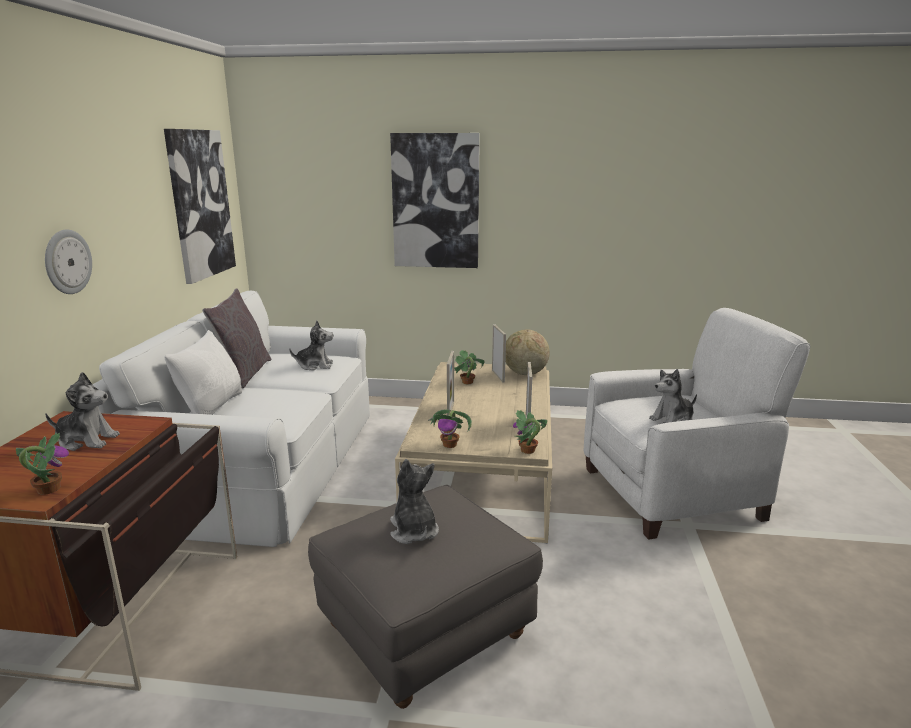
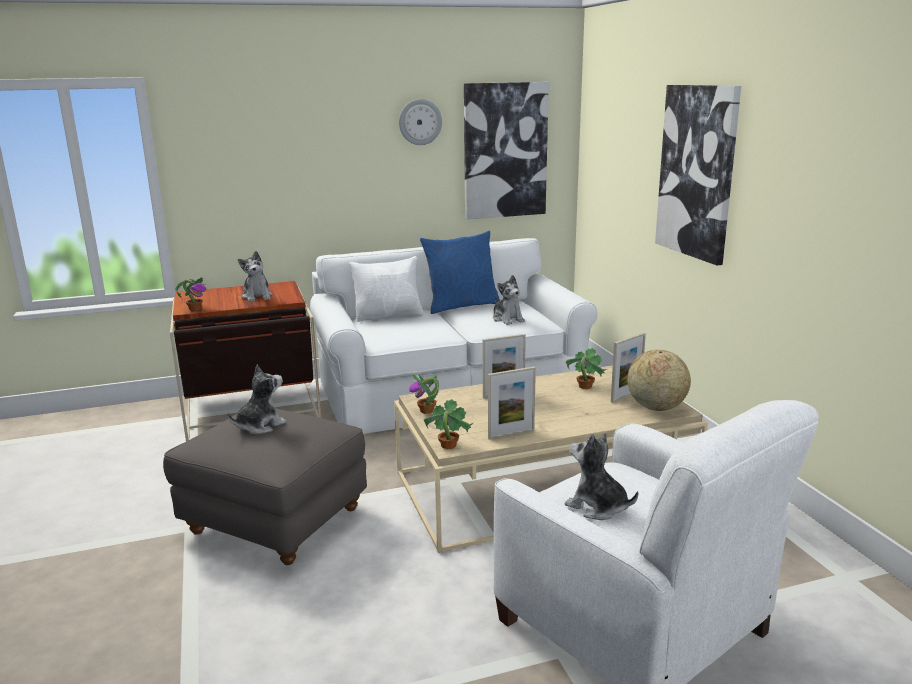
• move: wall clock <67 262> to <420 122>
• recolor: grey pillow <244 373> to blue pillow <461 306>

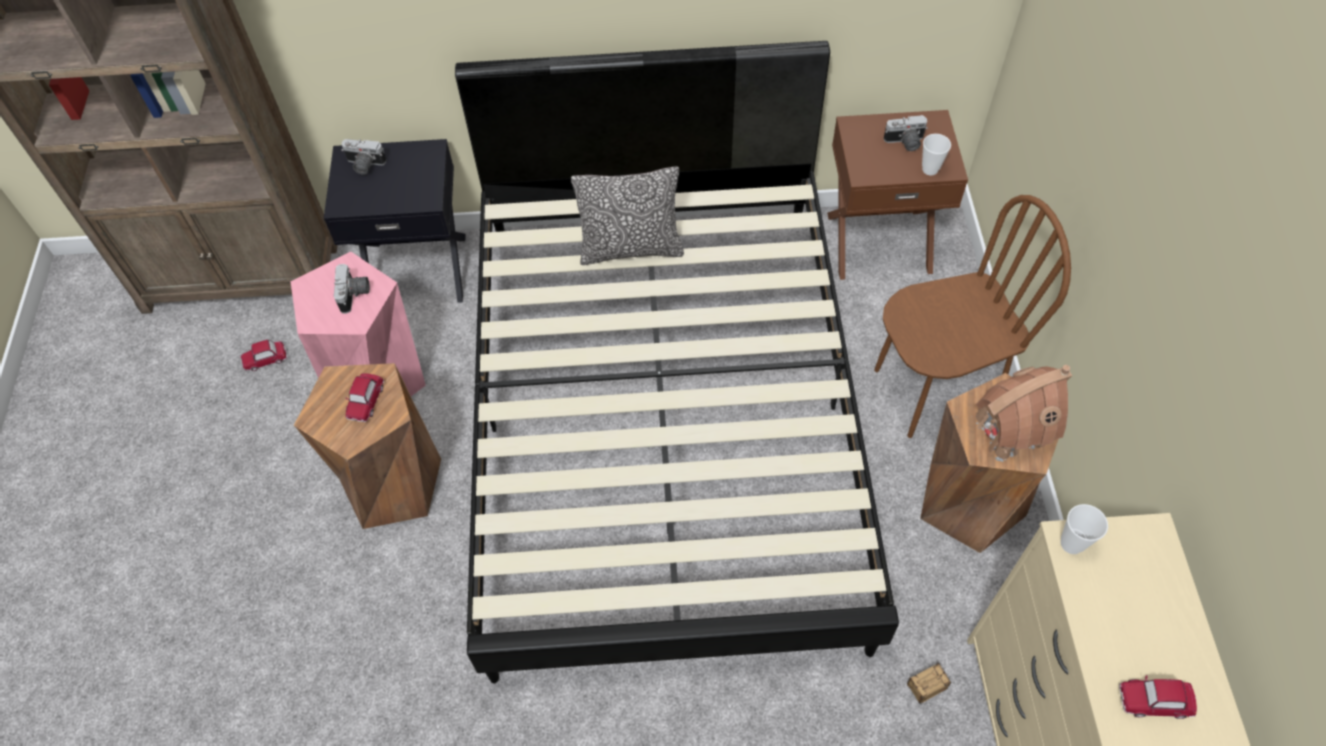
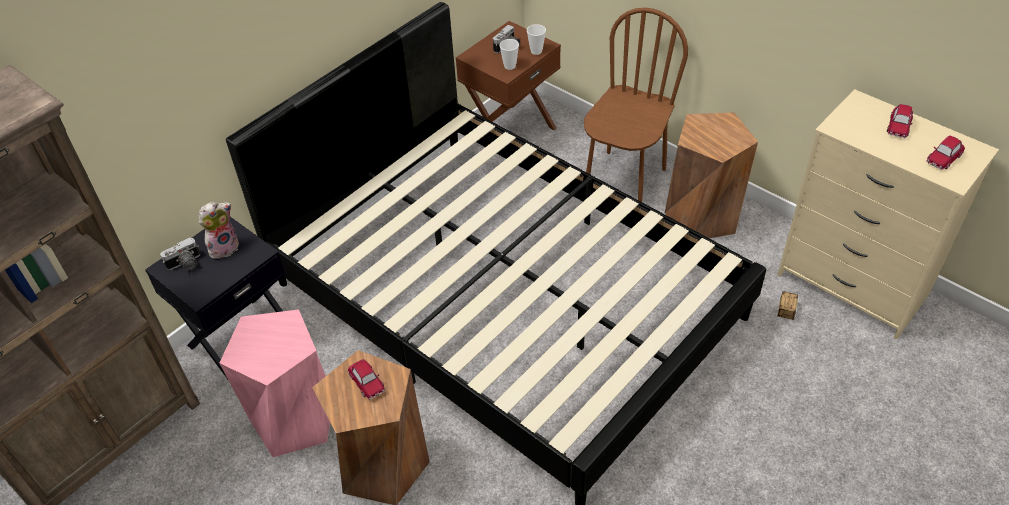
• insert: plush toy <224 247>
• move: cup <1071 543> to <510 66>
• move: toy car <265 359> to <898 126>
• delete: photo camera <355 295>
• delete: pillow <631 248>
• delete: toy house <1010 429>

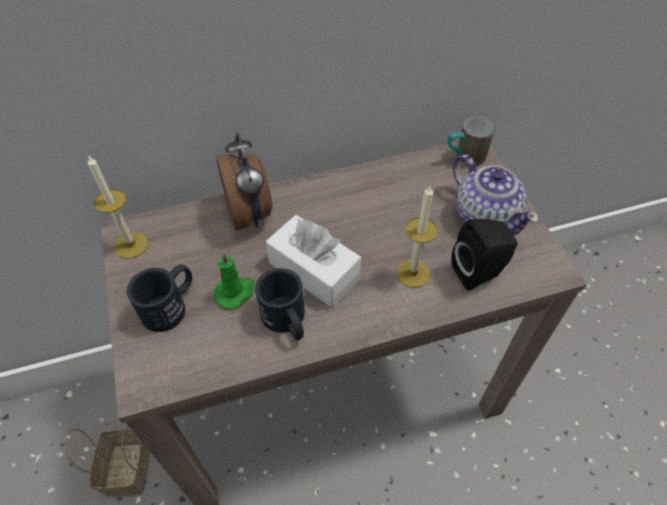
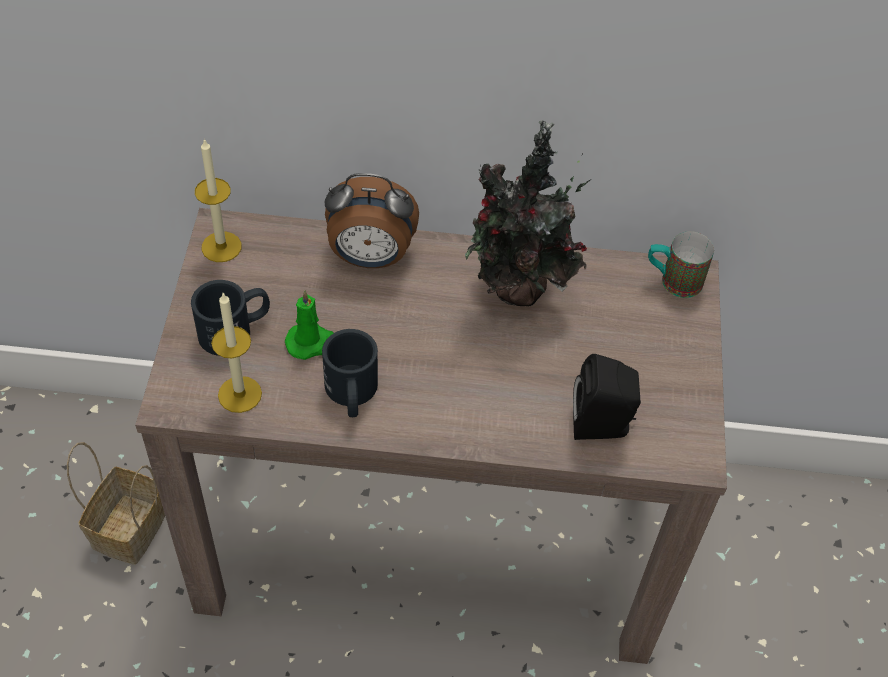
• move: candle <413 273> to <240 394>
• rotate: alarm clock <250 214> = <370 258> 90 degrees clockwise
• insert: potted plant <517 292>
• delete: white tissue box <314 270>
• delete: teapot <485 216>

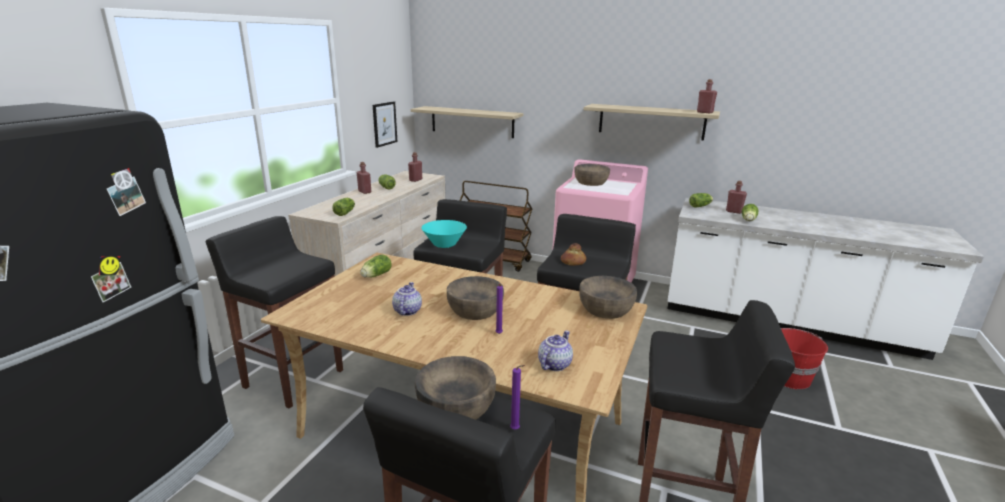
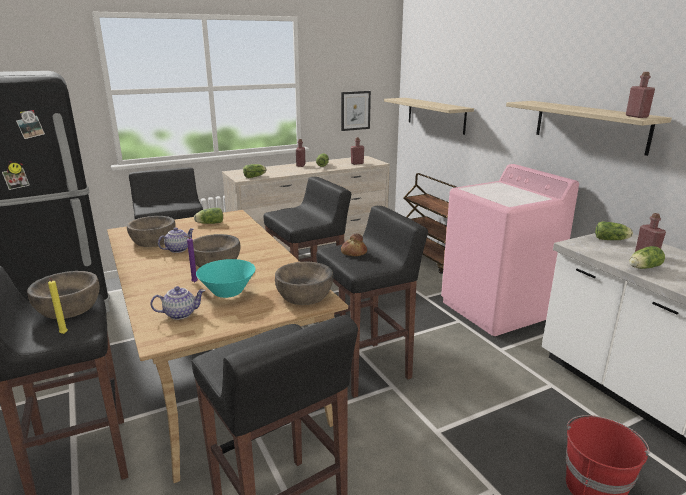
• recolor: purple candle <516 430> to yellow candle <63 334>
• move: brown bowl <591 182> to <153 241>
• move: turquoise bowl <444 244> to <228 292>

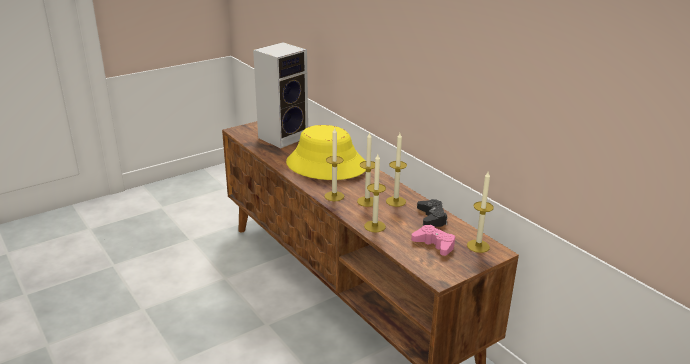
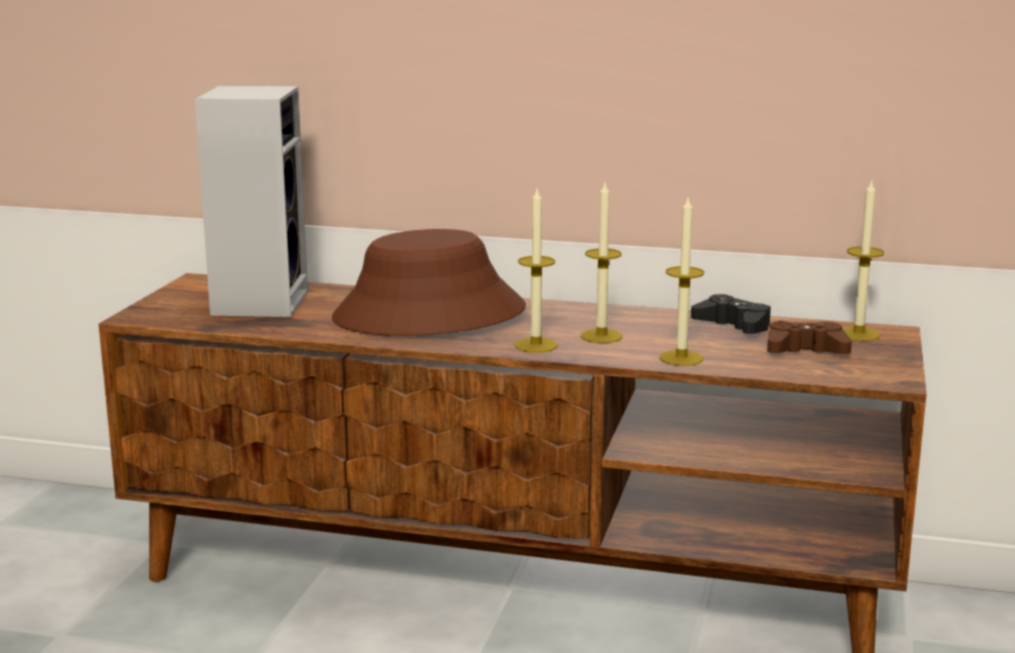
• recolor: yellow hat <326 165> to brown hat <429 315>
• recolor: pink game controller <434 244> to brown game controller <805 350>
• delete: candle <396 201>

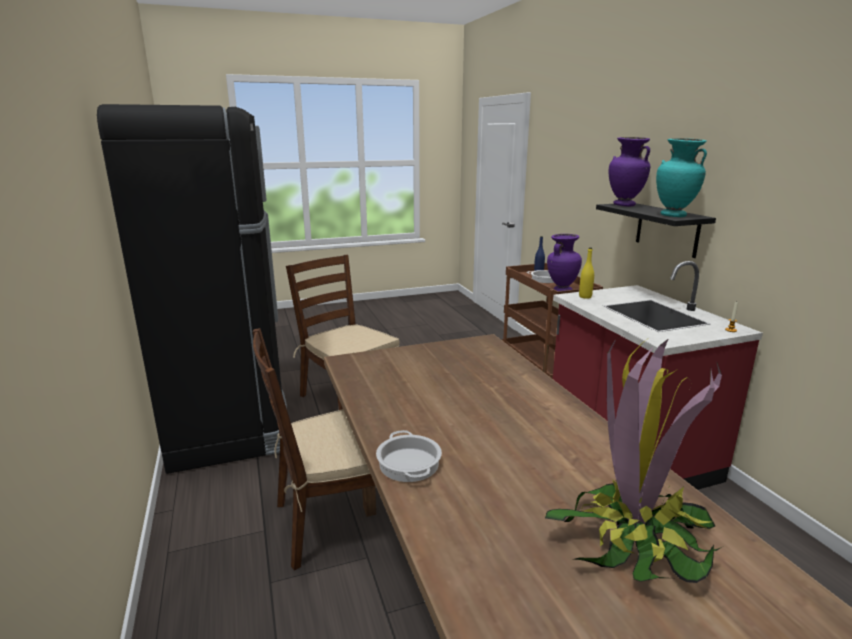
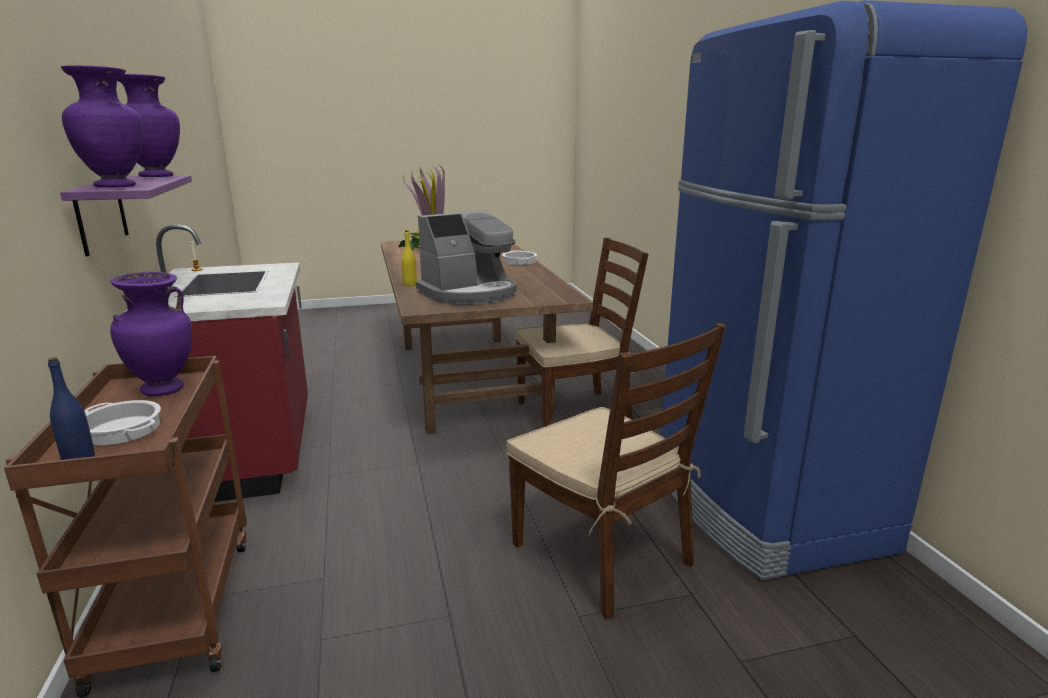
• recolor: black shelf <667 229> to purple shelf <101 214>
• recolor: turquoise vase <673 215> to purple vase <157 177>
• move: yellow bottle <585 296> to <409 284>
• insert: coffee machine <469 293>
• recolor: black fridge <229 426> to blue fridge <763 506>

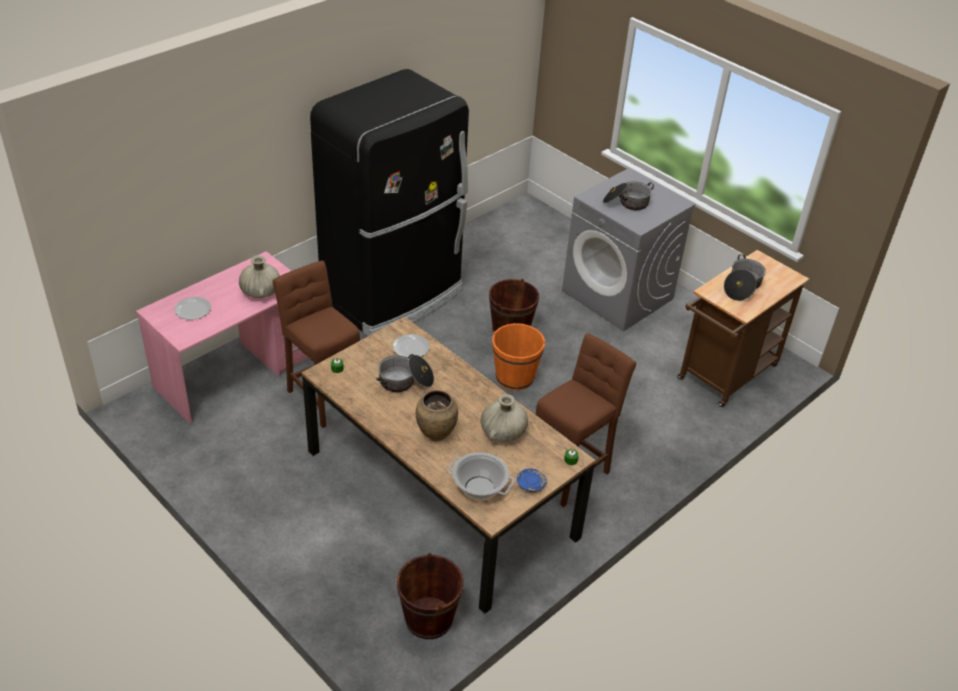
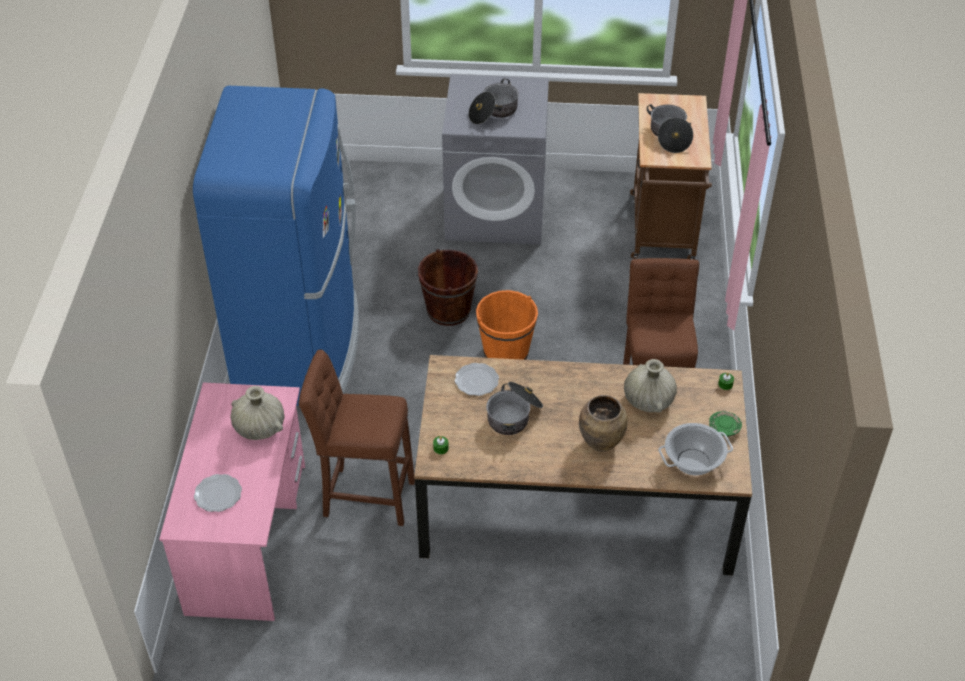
• recolor: black fridge <394 296> to blue fridge <300 349>
• recolor: blue plate <531 484> to green plate <724 428>
• delete: brown bucket <428 619>

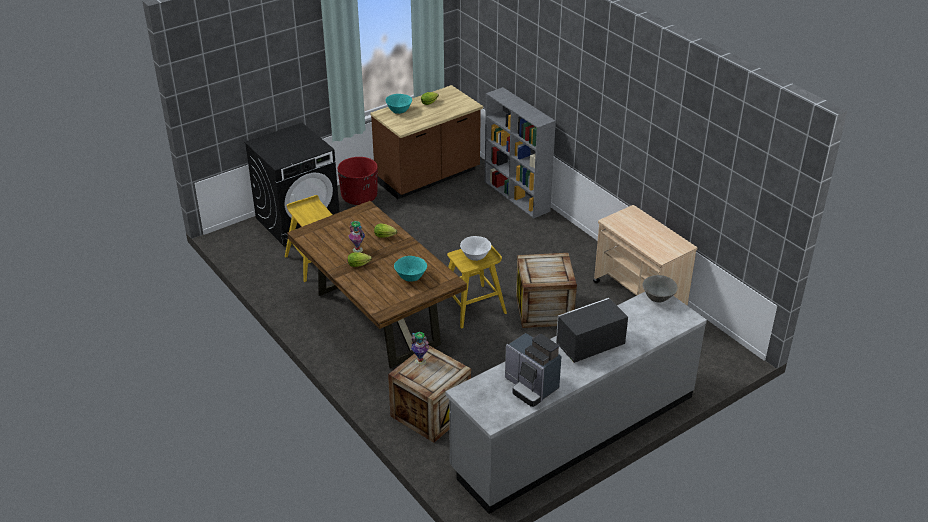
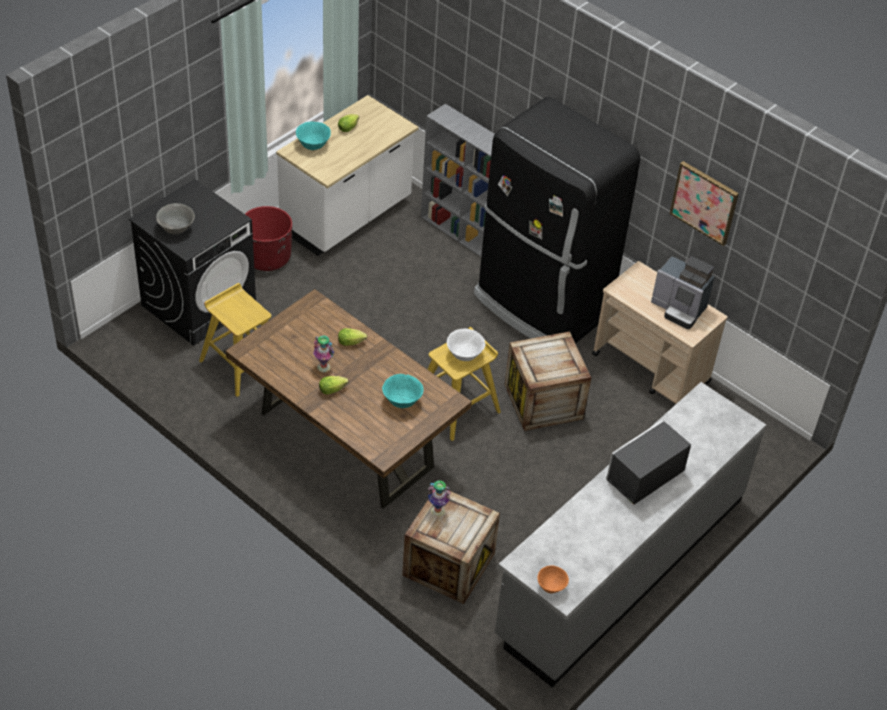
• move: grey bowl <658 298> to <176 229>
• recolor: brown counter <428 177> to white counter <347 217>
• insert: black fridge <541 306>
• insert: orange bowl <552 587>
• move: coffee machine <531 387> to <679 309>
• insert: picture <704 202>

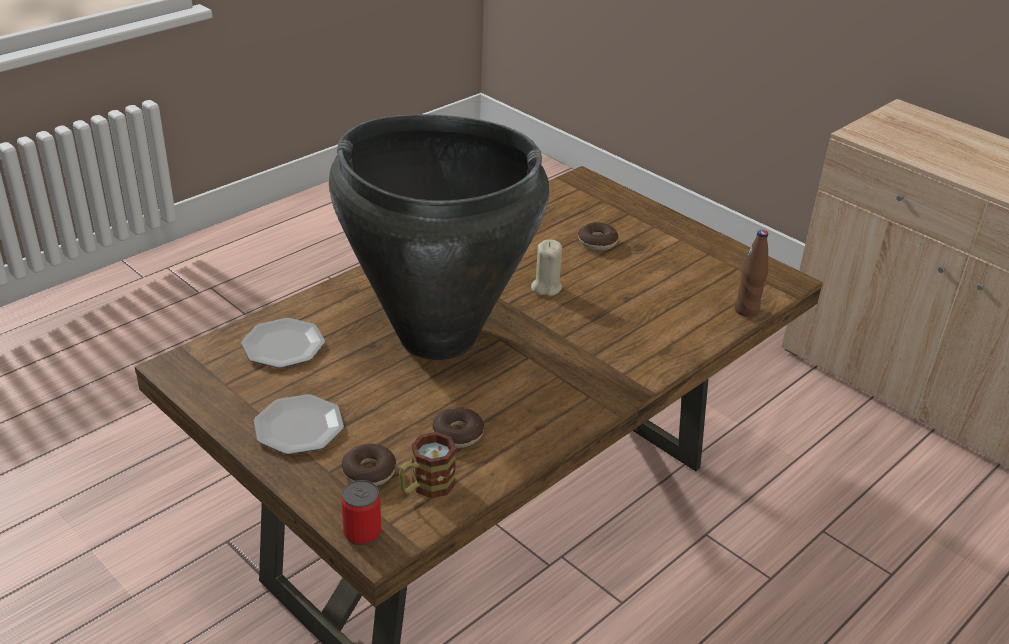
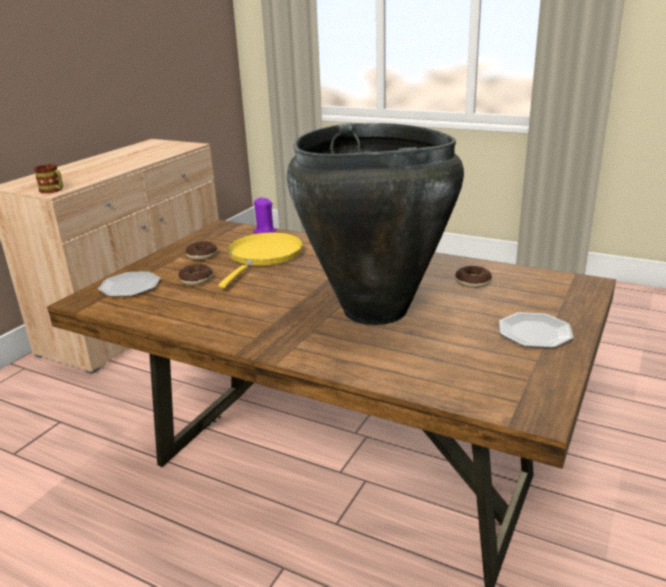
• move: mug <425 487> to <53 191>
• move: plate <283 345> to <129 287>
• move: donut <369 472> to <202 256>
• insert: yellow frying pan <263 256>
• replace: brown bottle <746 310> to purple candle <264 232>
• delete: can <362 533>
• delete: beige candle <546 287>

